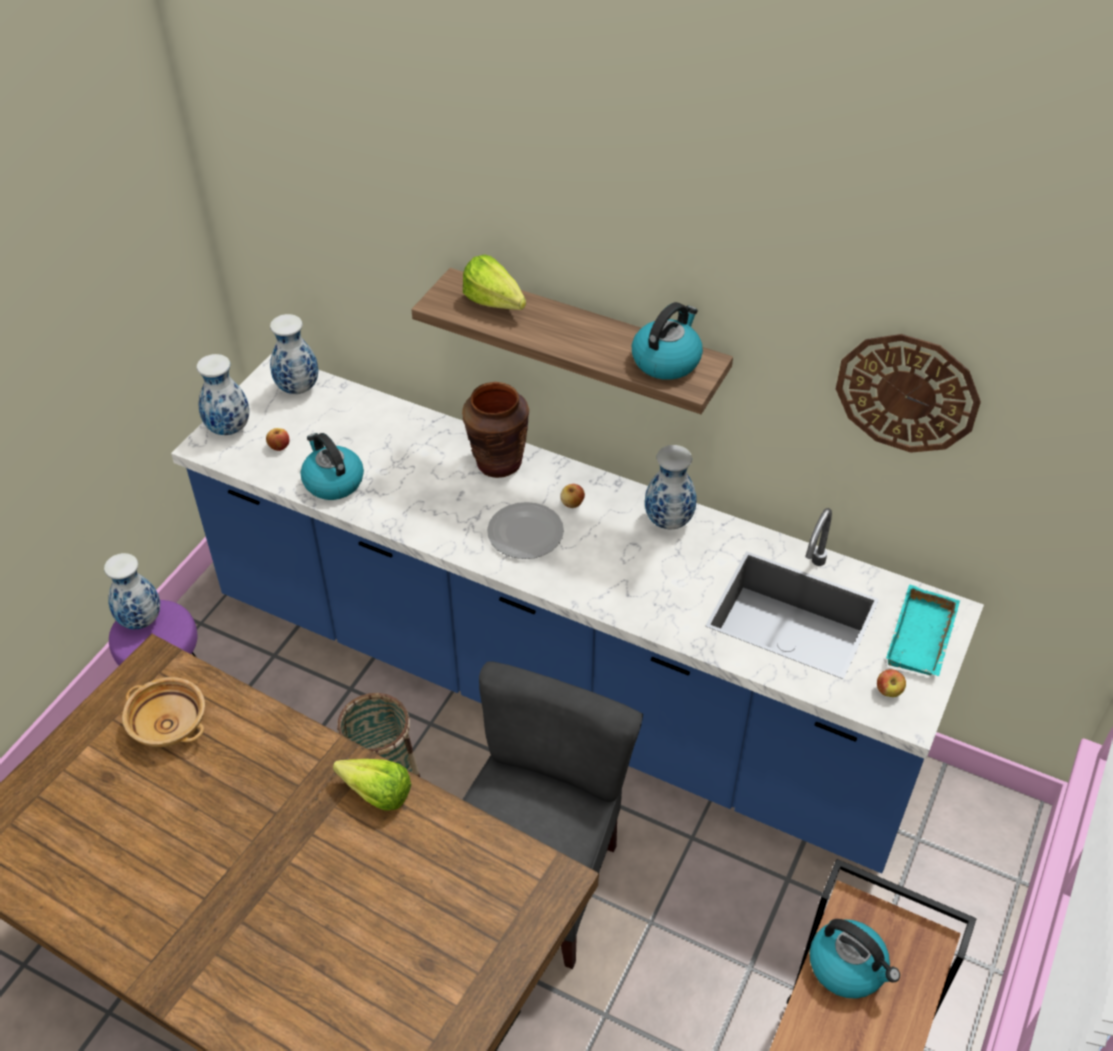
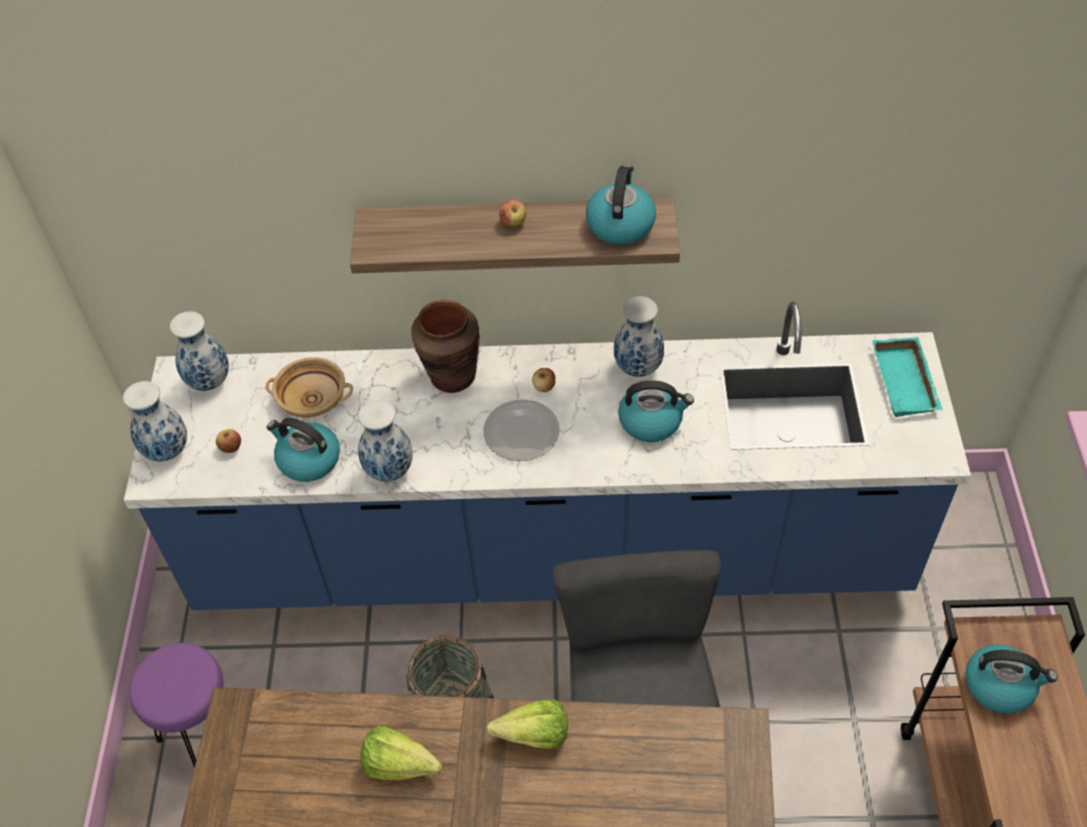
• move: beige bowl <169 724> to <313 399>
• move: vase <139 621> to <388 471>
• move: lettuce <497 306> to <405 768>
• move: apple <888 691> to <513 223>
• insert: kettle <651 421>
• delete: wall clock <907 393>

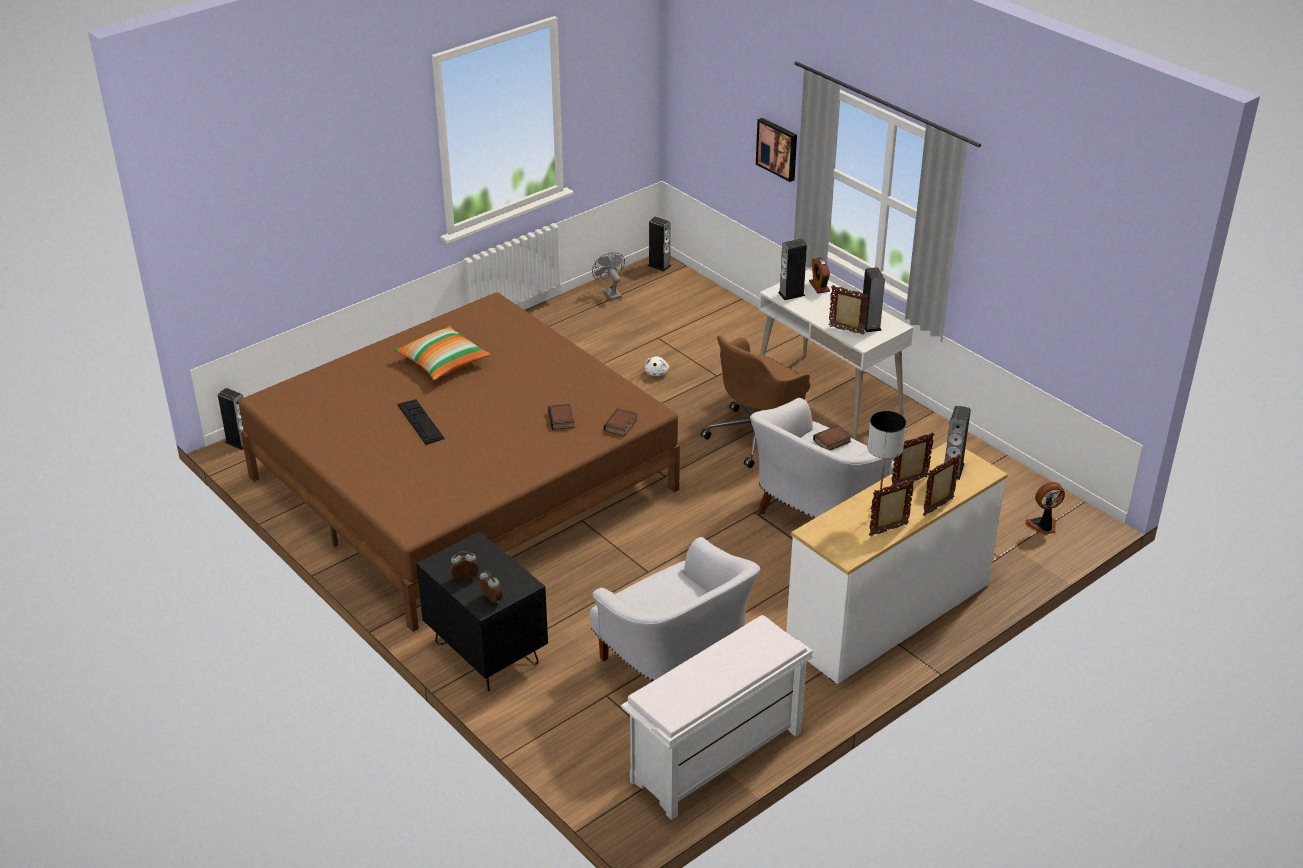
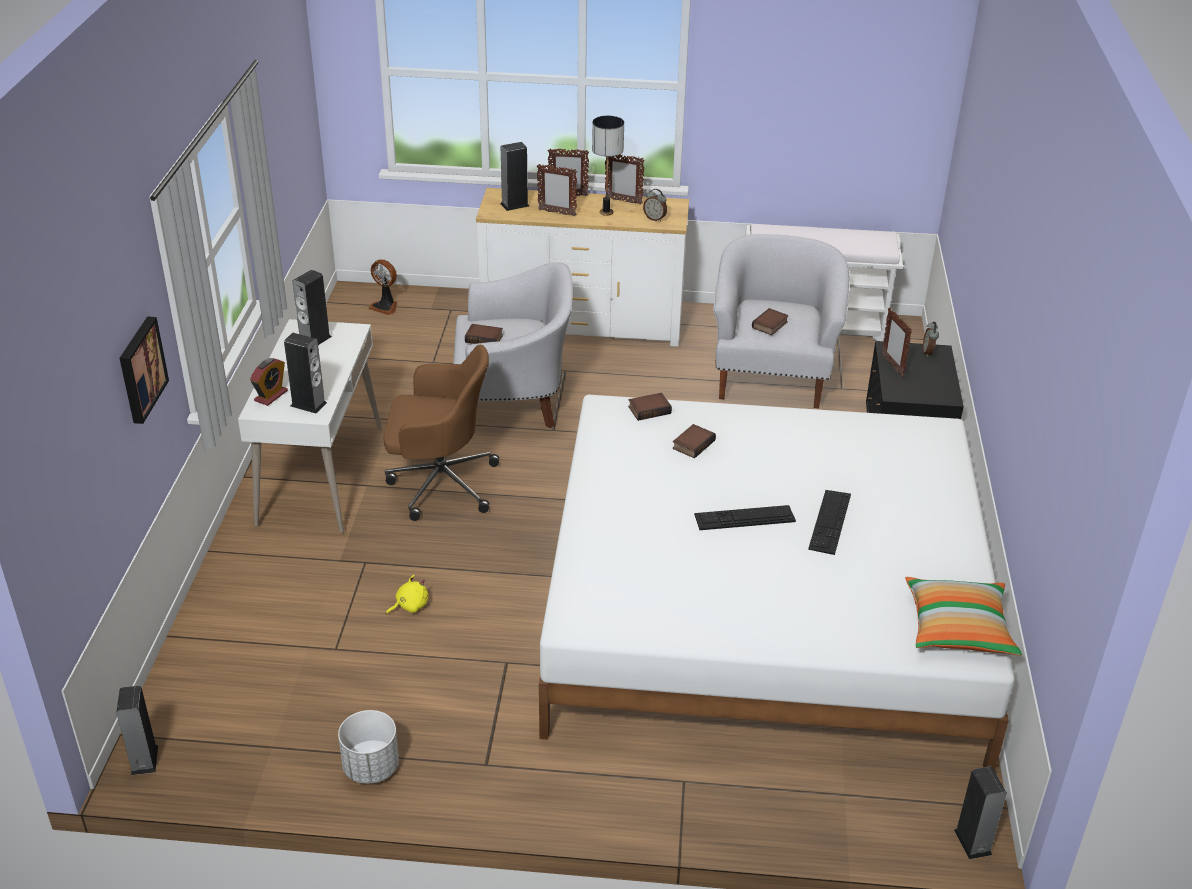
• insert: white planter <370 767>
• recolor: white plush toy <657 373> to yellow plush toy <410 605>
• recolor: brown bed <463 482> to white bed <763 612>
• move: alarm clock <465 578> to <655 218>
• insert: keyboard <744 517>
• insert: book <770 325>
• move: picture frame <846 330> to <892 366>
• move: pillow <442 363> to <958 629>
• delete: grey fan <610 293>

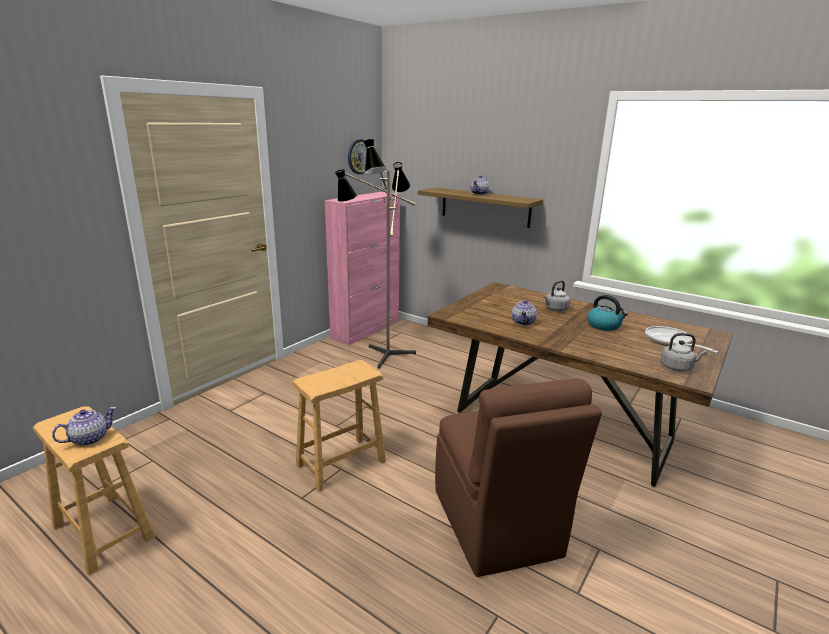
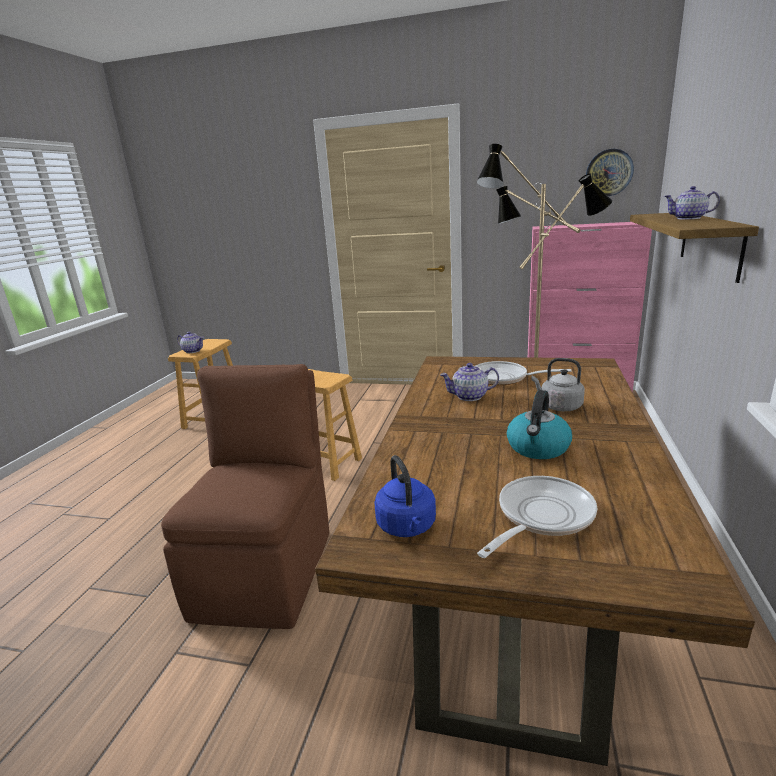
• rotate: brown chair <496 525> = <267 570> 135 degrees clockwise
• recolor: grey kettle <677 367> to blue kettle <407 527>
• insert: frying pan <504 378>

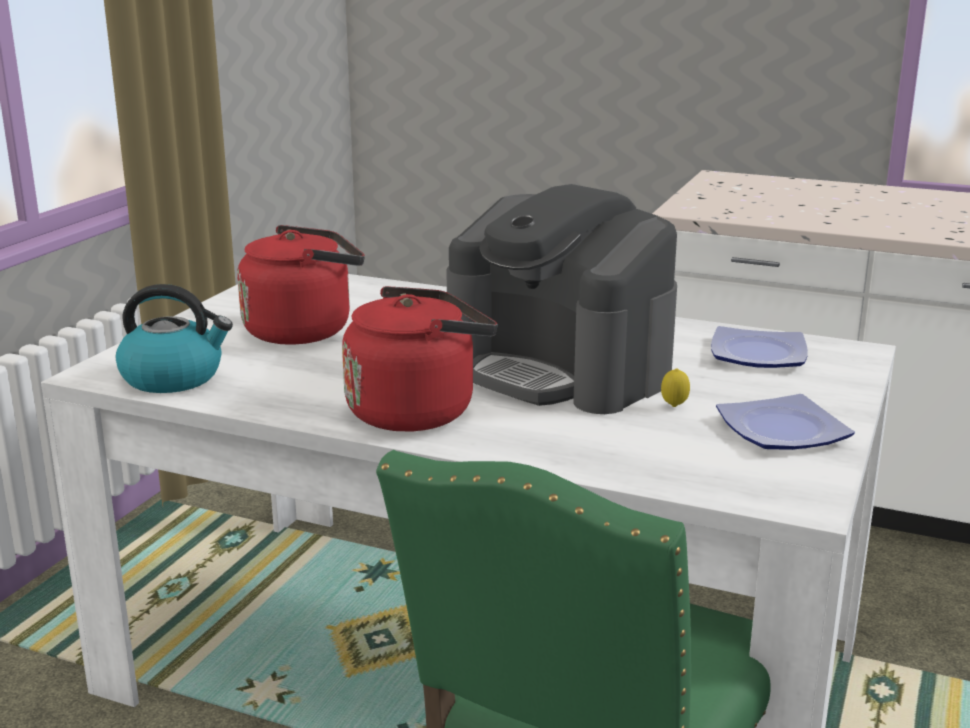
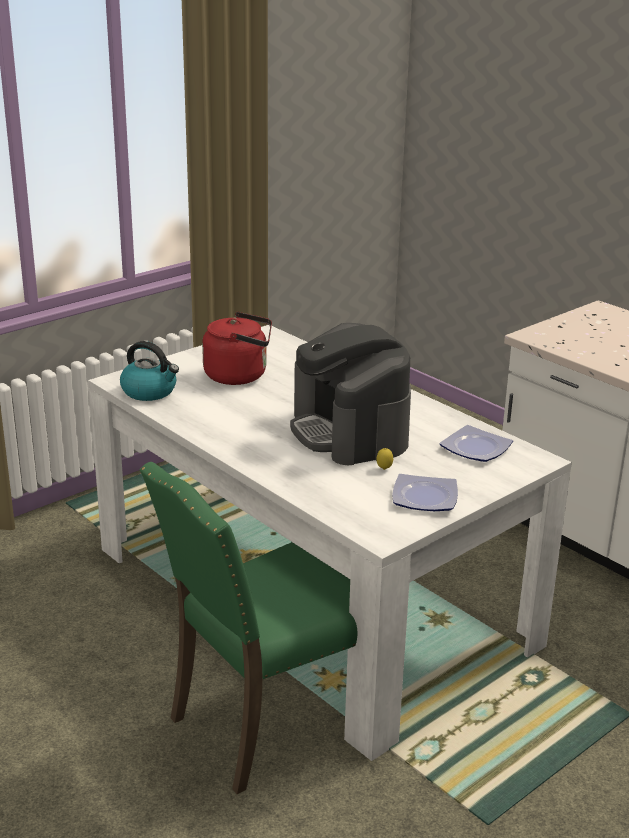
• delete: red kettle <417 411>

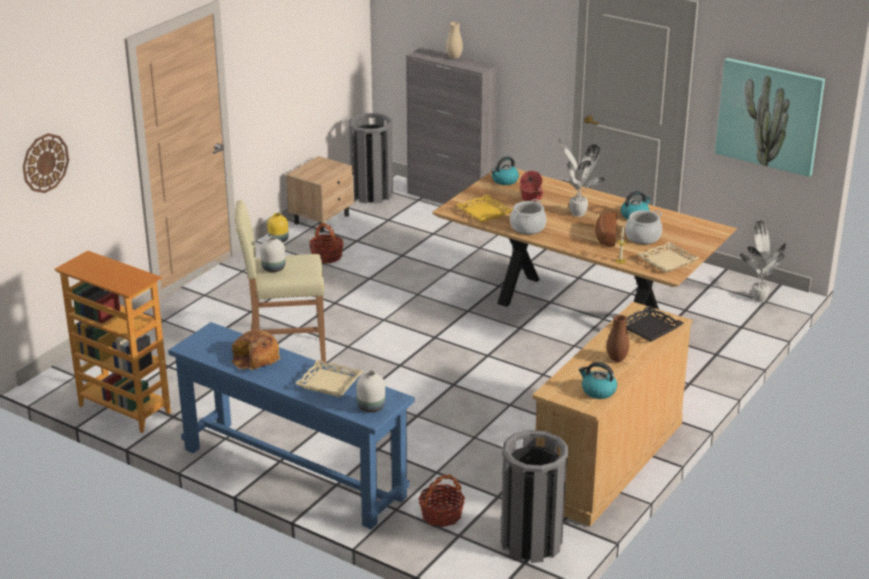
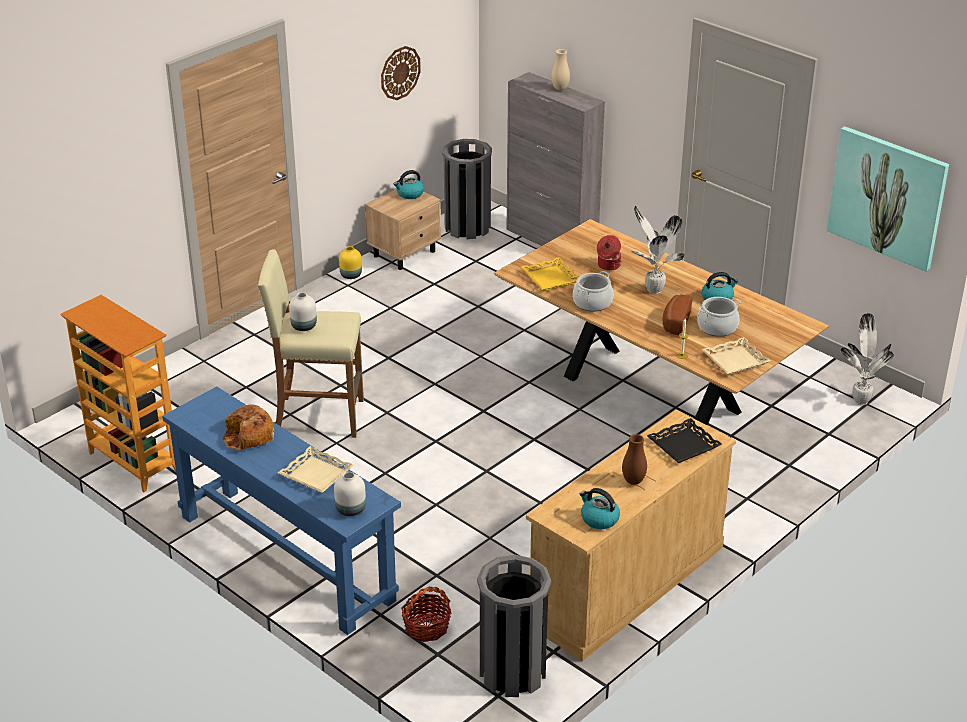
• move: wall clock <45 163> to <400 72>
• move: kettle <504 181> to <409 194>
• delete: basket <327 257>

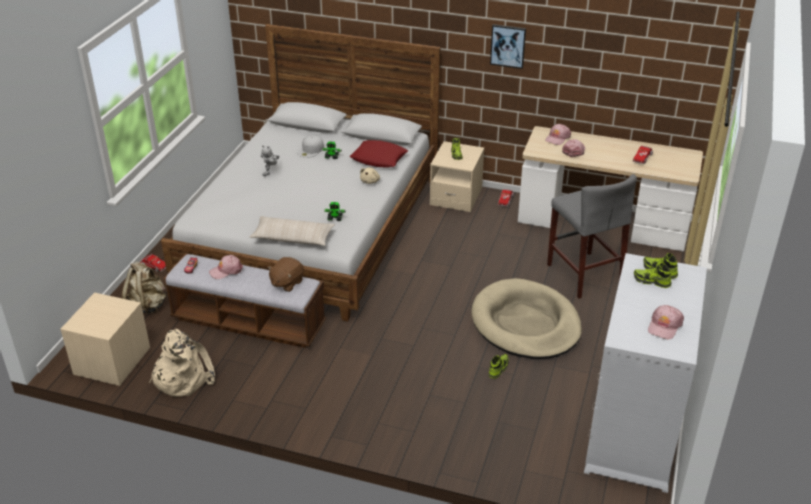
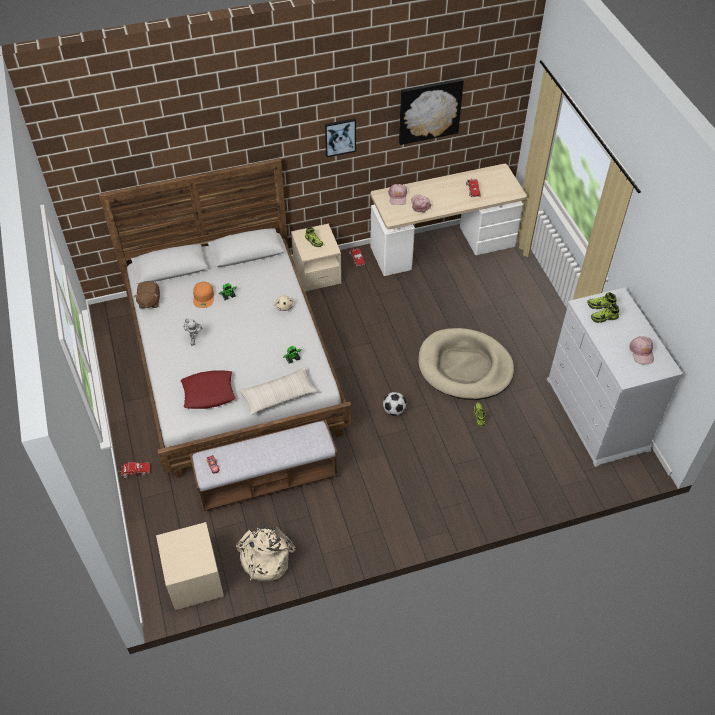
• move: brown plush toy <286 283> to <149 301>
• move: red pillow <379 158> to <209 392>
• recolor: white cap <311 150> to orange cap <204 297>
• insert: football <394 410>
• insert: picture <429 111>
• delete: beige backpack <148 305>
• delete: pink cap <226 270>
• delete: grey stool <584 274>

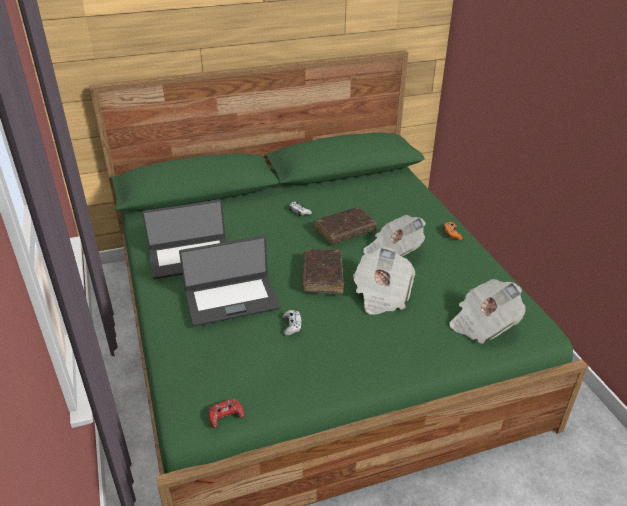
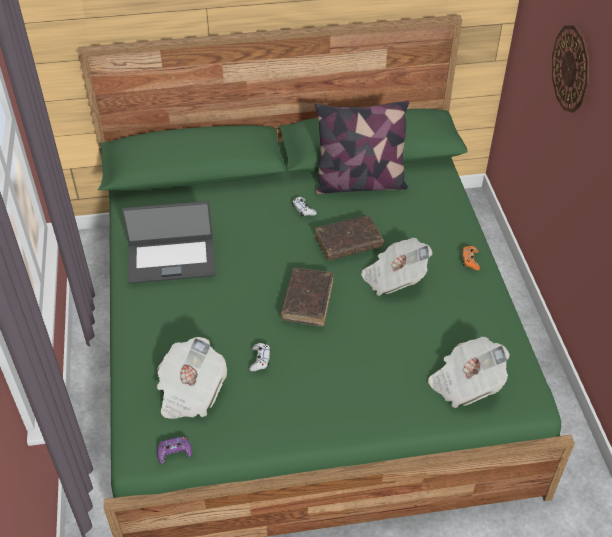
• move: newspaper <381 295> to <190 392>
• recolor: red game controller <225 416> to purple game controller <174 452>
• insert: pillow <359 183>
• insert: wall clock <571 68>
• delete: laptop <231 300>

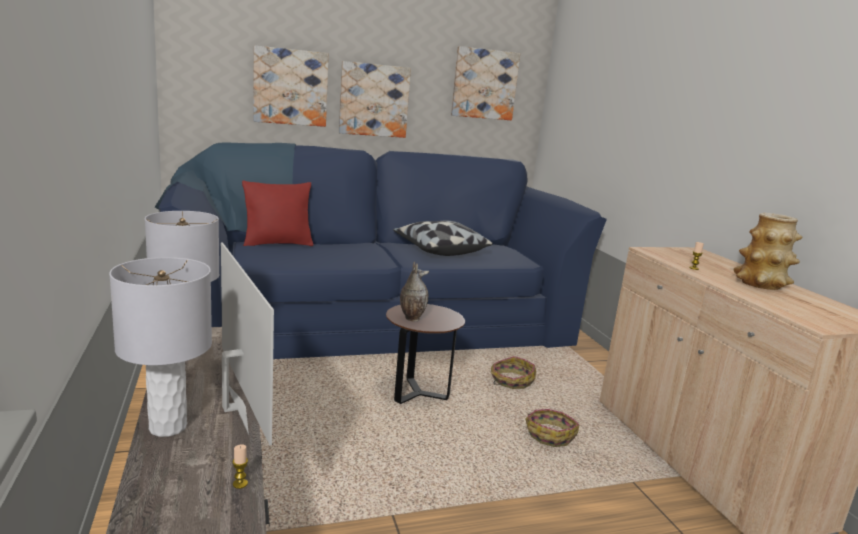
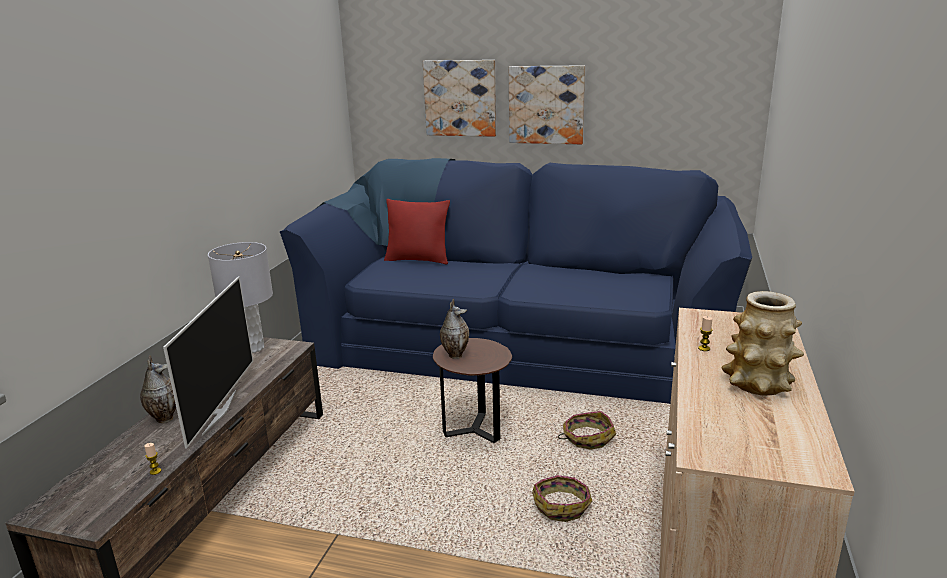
• replace: grey table lamp <167 427> to vase <164 418>
• delete: pillow <439 250>
• delete: picture <484 84>

